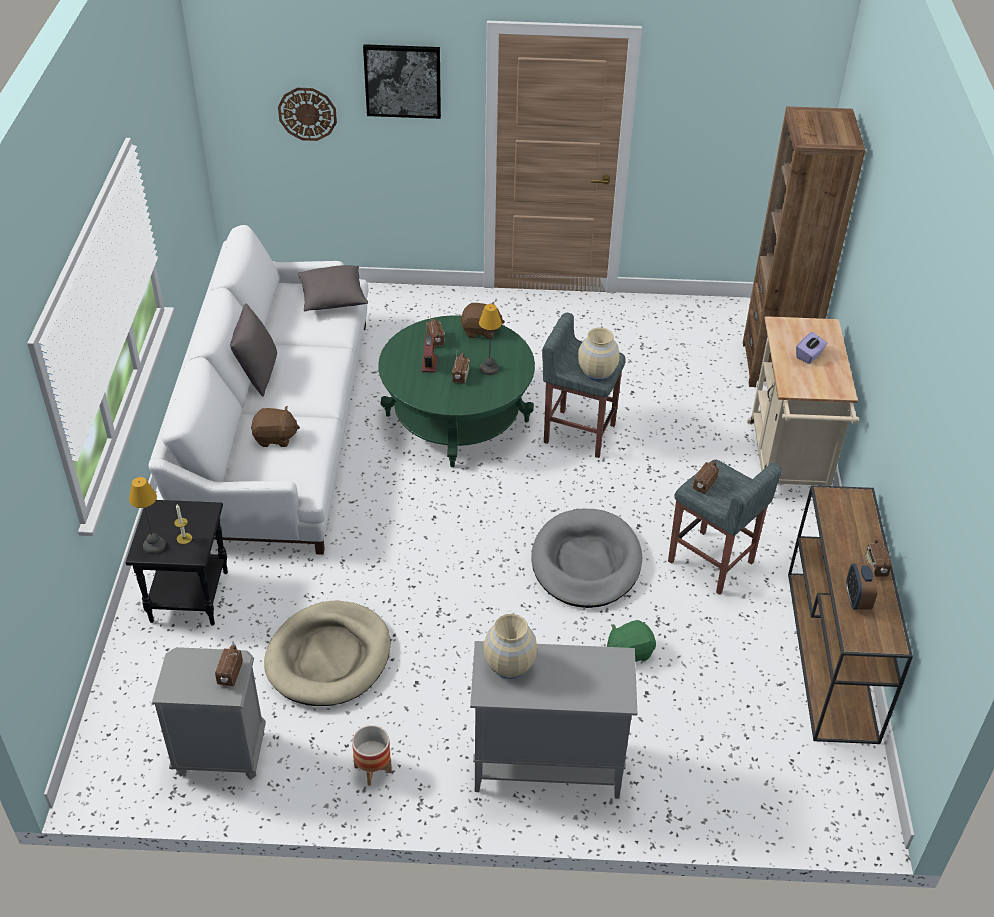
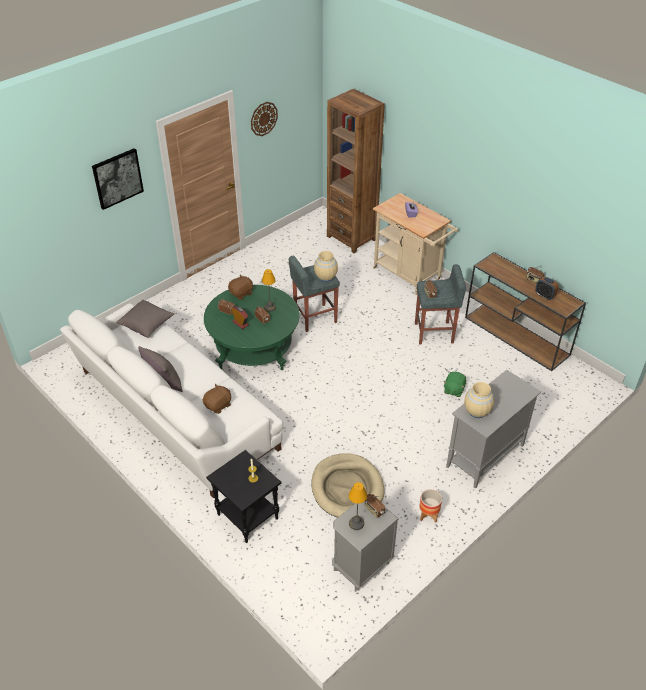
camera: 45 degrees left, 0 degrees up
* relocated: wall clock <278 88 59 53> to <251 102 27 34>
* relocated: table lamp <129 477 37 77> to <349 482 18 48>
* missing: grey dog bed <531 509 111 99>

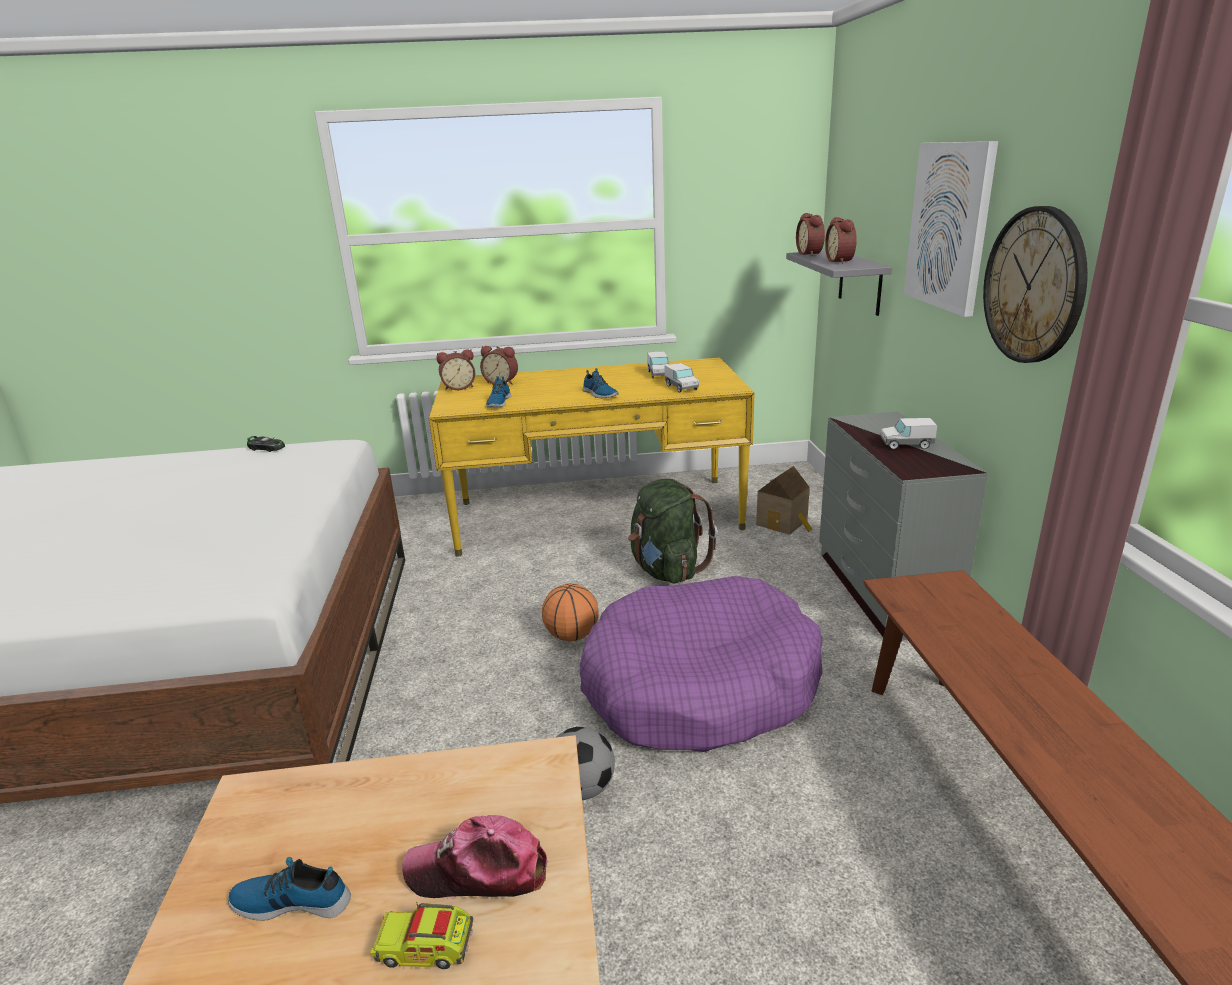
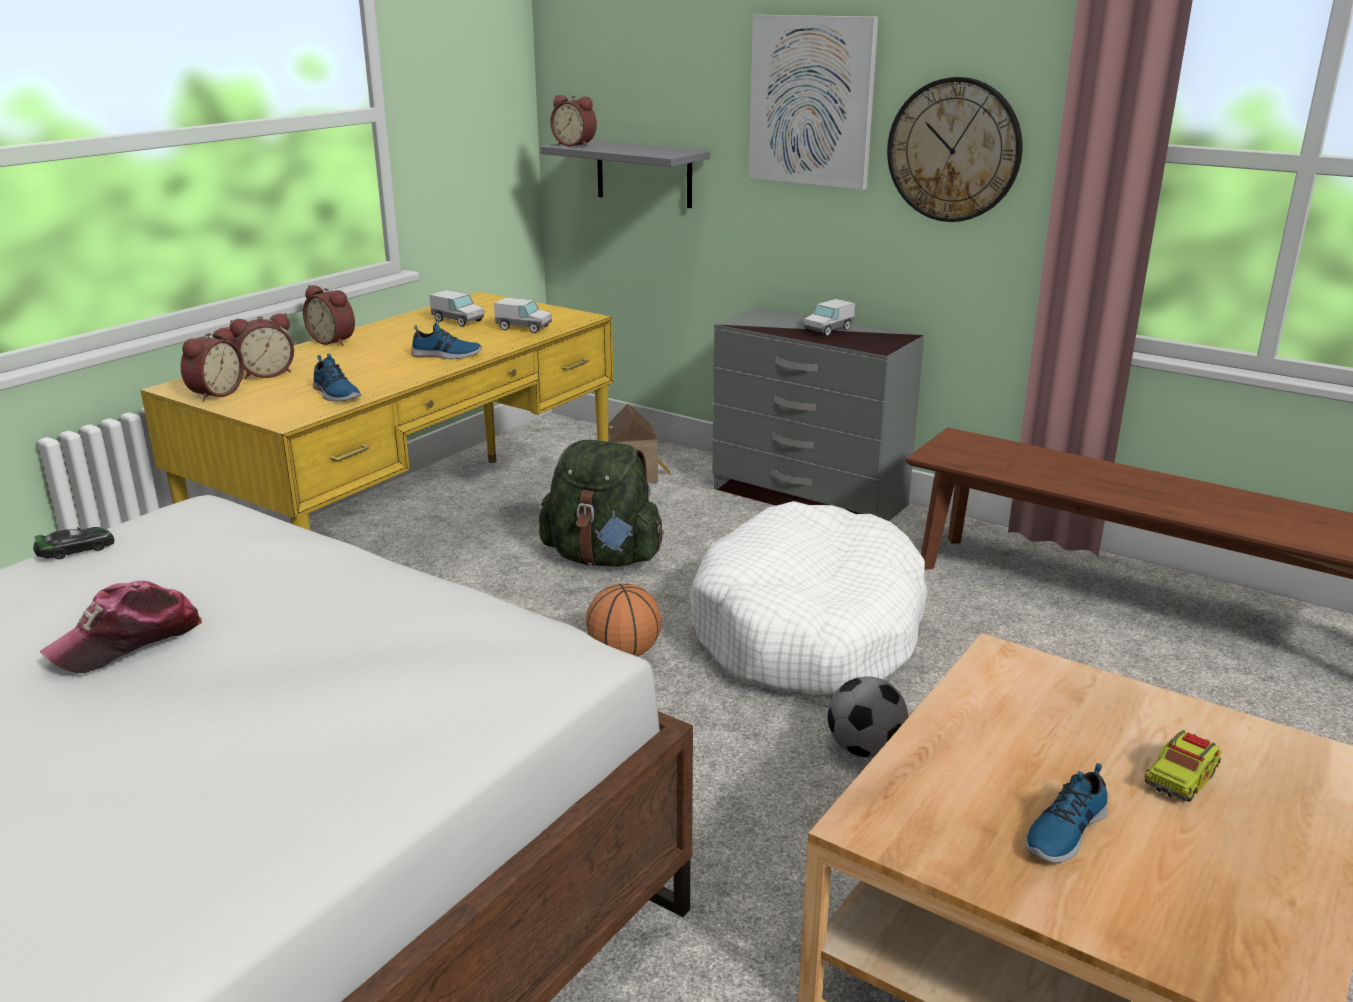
camera: 50 degrees left, 0 degrees up
* relocated: alarm clock <825 217 32 47> to <303 285 52 61>
* colour: purple dog bed <580 576 243 176> to white dog bed <690 501 237 194>
* relocated: cap <402 815 145 83> to <40 581 162 92>

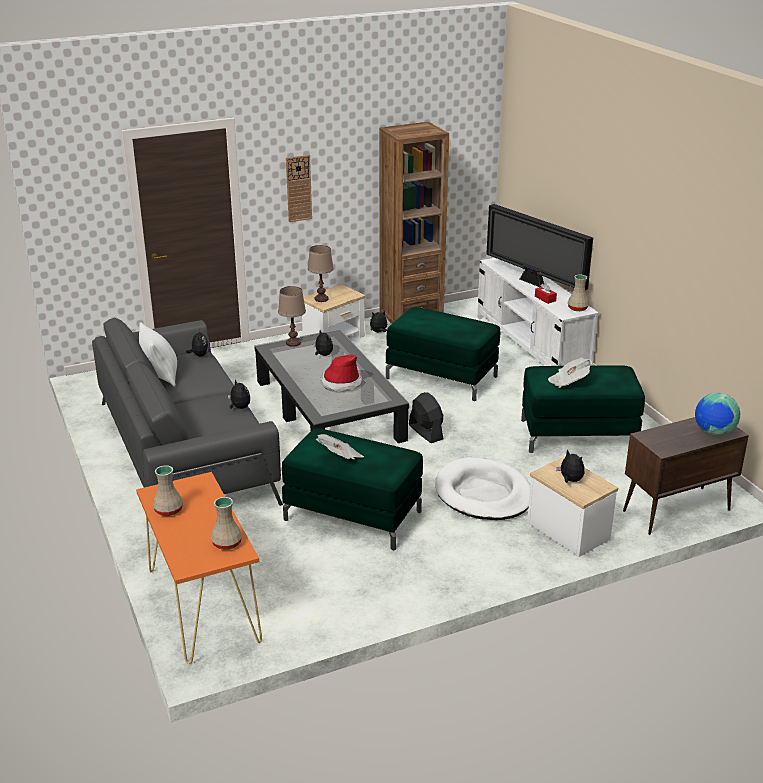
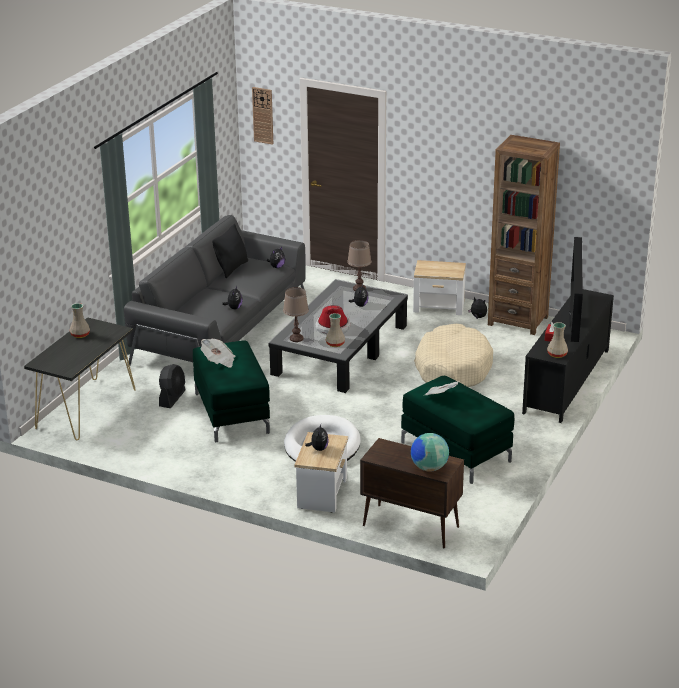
camera: 50 degrees right, 0 degrees up
* relocated: wall clock <286 155 26 67> to <252 87 21 58>
* relocated: brown table lamp <308 245 26 57> to <283 287 26 55>
* colour: white tv stand <477 258 122 108> to black tv stand <522 289 92 134>
* exchanged: green ottoman <386 307 114 94> to beige dog bed <414 324 79 63>
* colour: white pillow <139 322 38 65> to black pillow <212 224 36 54>
* relocated: black fan <409 392 35 51> to <159 364 26 44>
* colour: orange console table <136 472 126 192> to black console table <24 318 112 122>
* relocated: beige vase <211 497 31 53> to <326 313 19 34>

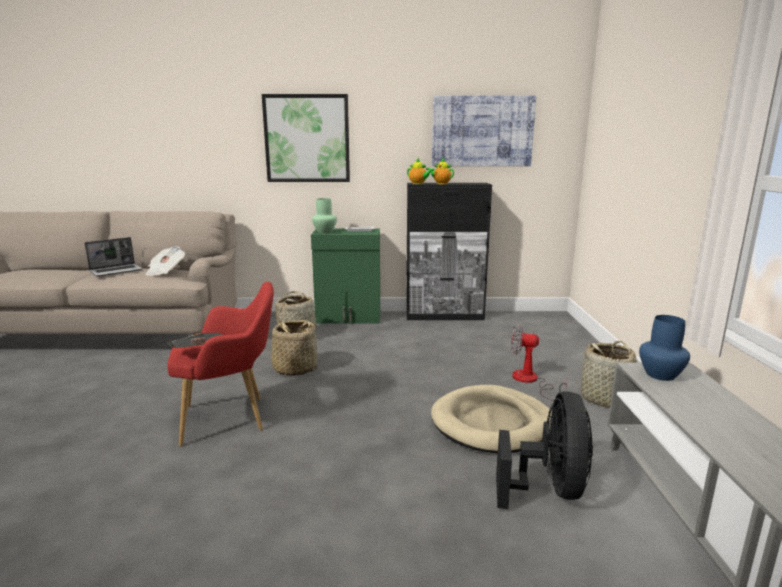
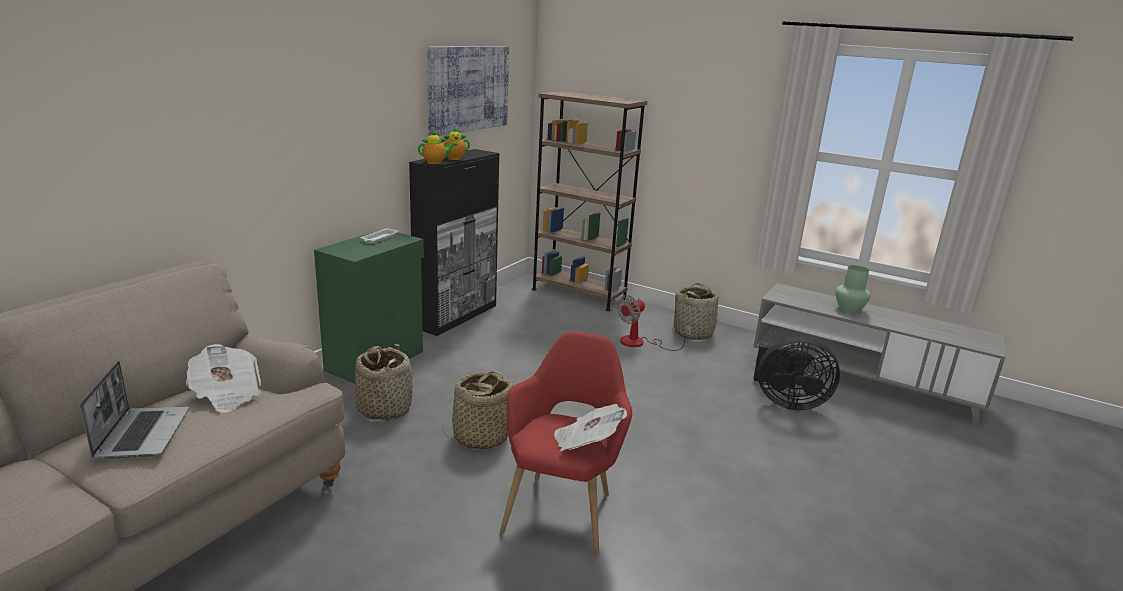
camera: 60 degrees left, 5 degrees up
* missing: picture <262 94 88 88>
* relocated: green vase <312 198 25 35> to <836 265 35 48>
* missing: blue vase <639 315 51 66>
* missing: beige dog bed <431 385 121 68>
* spun: black fan <496 391 97 118> = <754 337 86 73> 150 degrees clockwise
* appeared: brown bookcase <532 91 116 220>

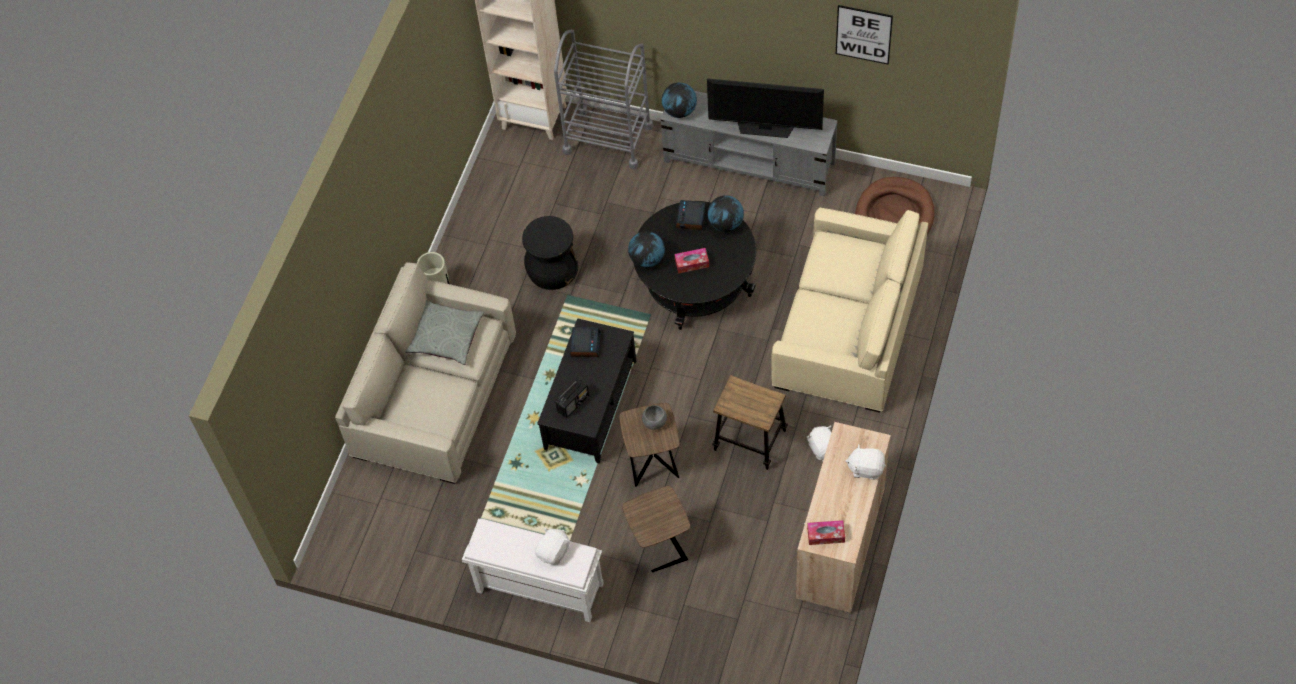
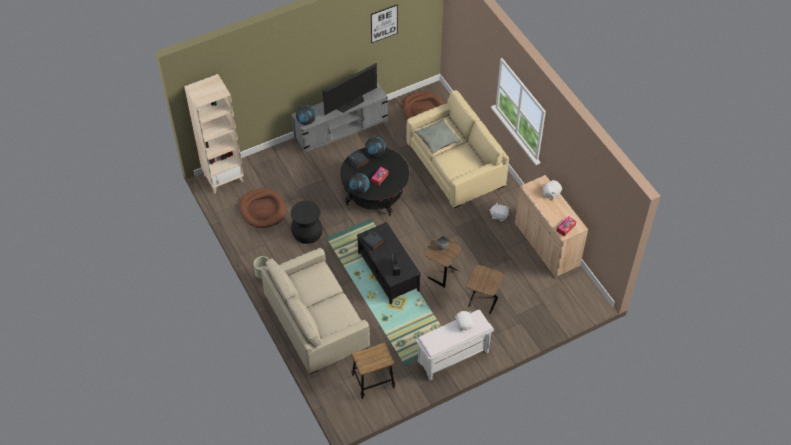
camera: 50 degrees left, 5 degrees down
* missing: grey cart <554 29 99 140>
* relocated: grey pillow <405 300 79 65> to <415 119 46 35>
* relocated: stool <712 375 76 95> to <351 342 45 57>
* appeared: brown dog bed <240 188 47 40>

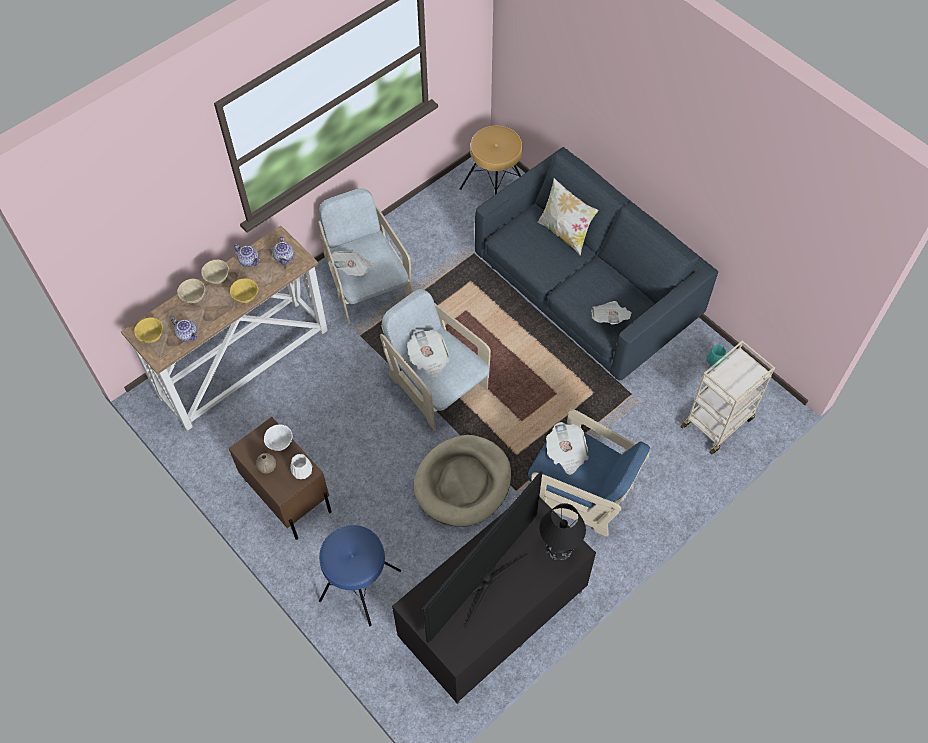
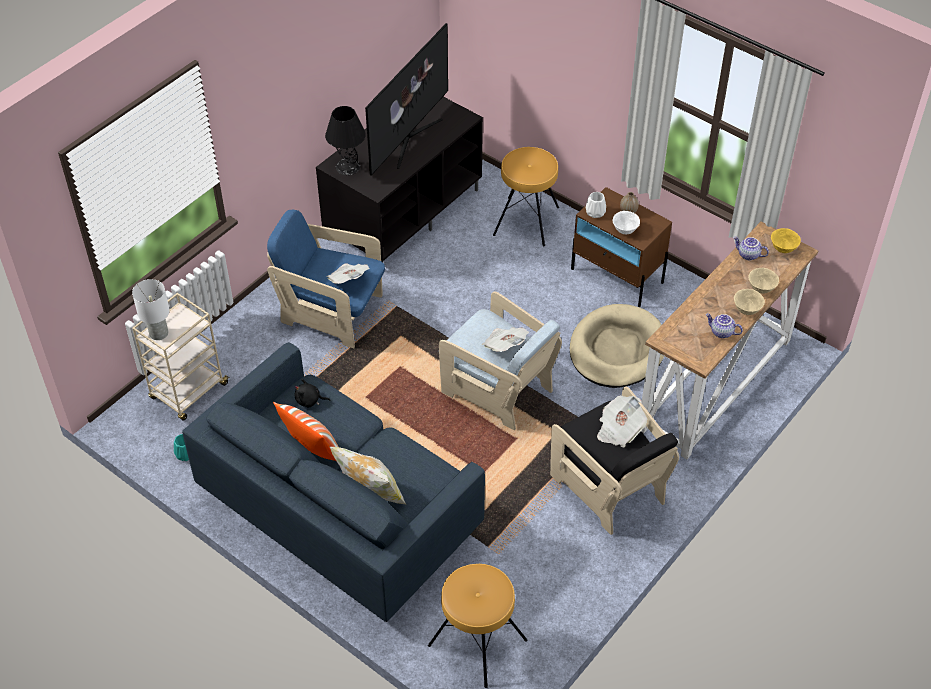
camera: 170 degrees right, 10 degrees down
* colour: beige armchair <318 188 94 136> to black armchair <550 387 129 148>
* missing: teapot <273 236 21 29>
* missing: yellow bowl <230 278 28 25>
* exchanged: newspaper <591 301 41 24> to black plush toy <294 379 37 28>
* relocated: beige dog bed <414 435 97 92> to <570 304 94 84>
* colour: blue stool <319 525 82 101> to brown stool <493 147 66 100>
* appeared: white table lamp <132 279 38 61>
* appeared: pillow <273 402 66 59>

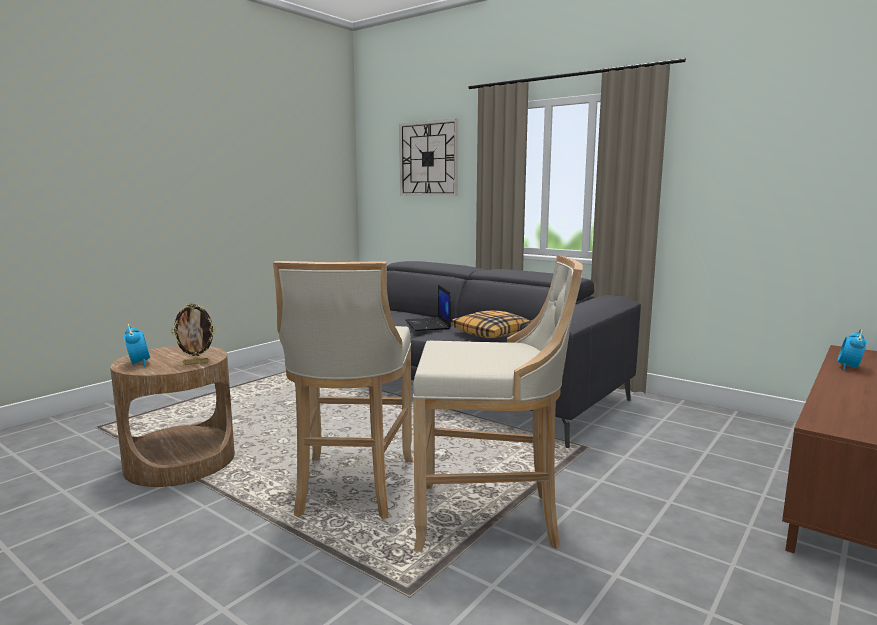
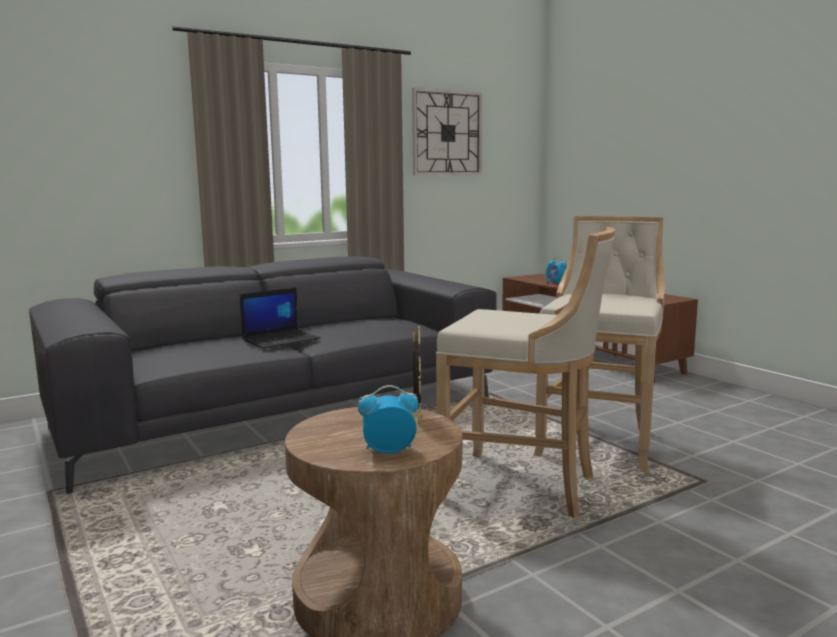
camera: 70 degrees left, 0 degrees up
* relocated: wall clock <399 119 59 77> to <412 88 70 88>
* spun: laptop <406 285 45 46> = <240 287 80 62> 45 degrees counterclockwise
* missing: pillow <451 311 79 27>

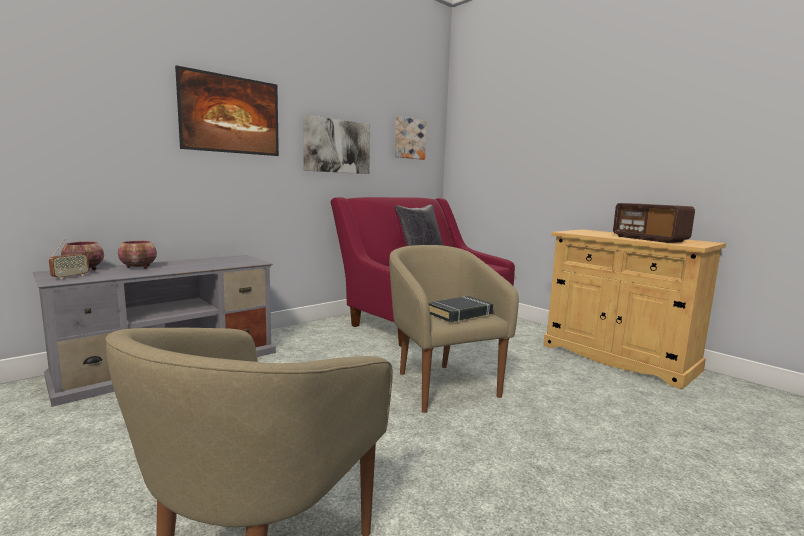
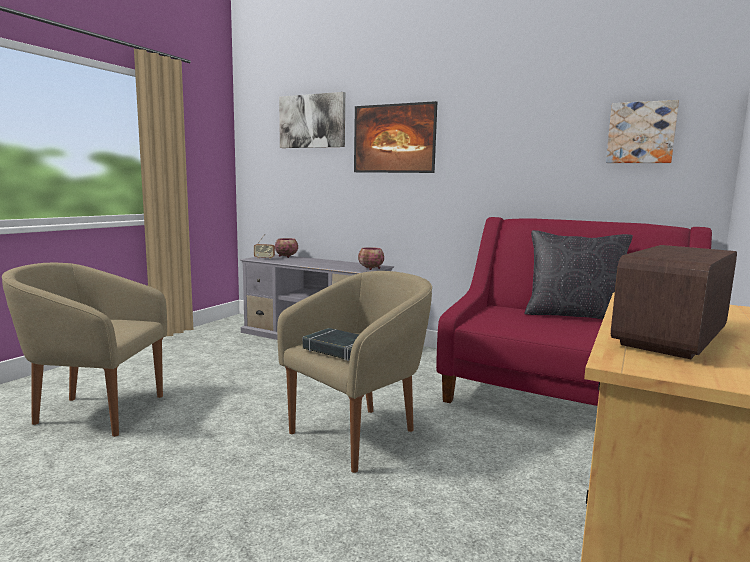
camera: 70 degrees right, 0 degrees up
* relocated: picture <303 115 67 59> to <279 92 66 56>
* relocated: bowl <118 241 39 28> to <358 247 26 23>

